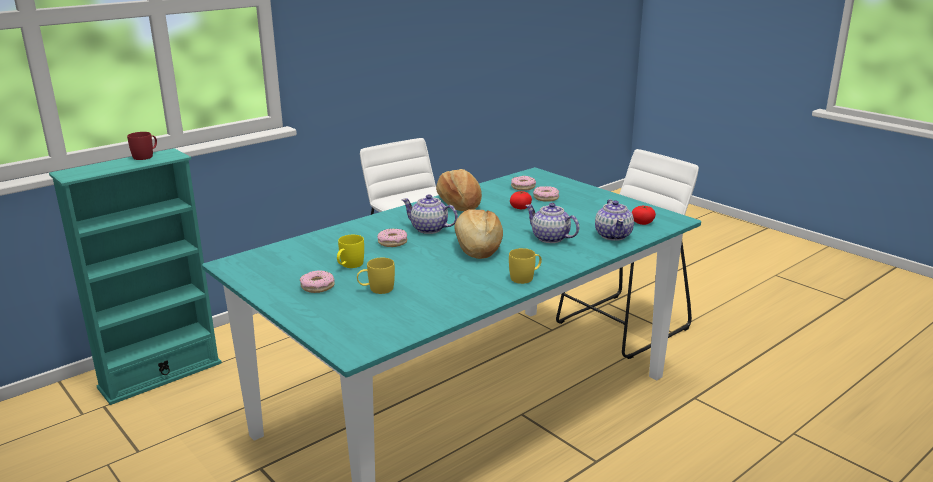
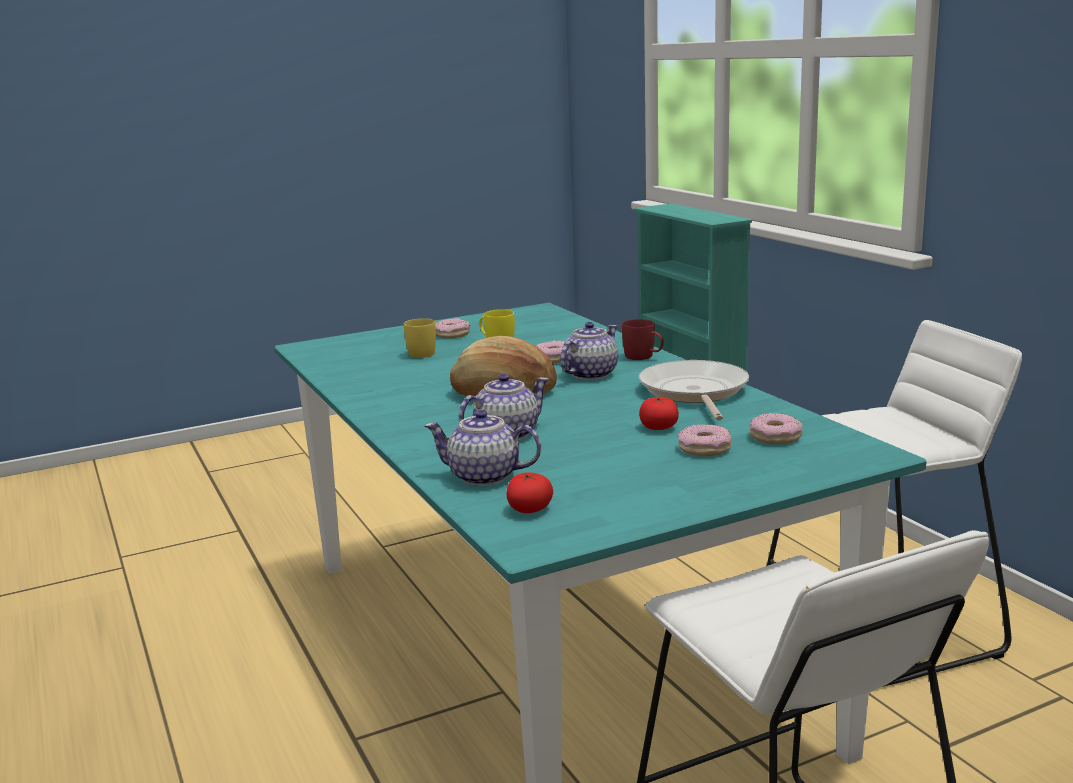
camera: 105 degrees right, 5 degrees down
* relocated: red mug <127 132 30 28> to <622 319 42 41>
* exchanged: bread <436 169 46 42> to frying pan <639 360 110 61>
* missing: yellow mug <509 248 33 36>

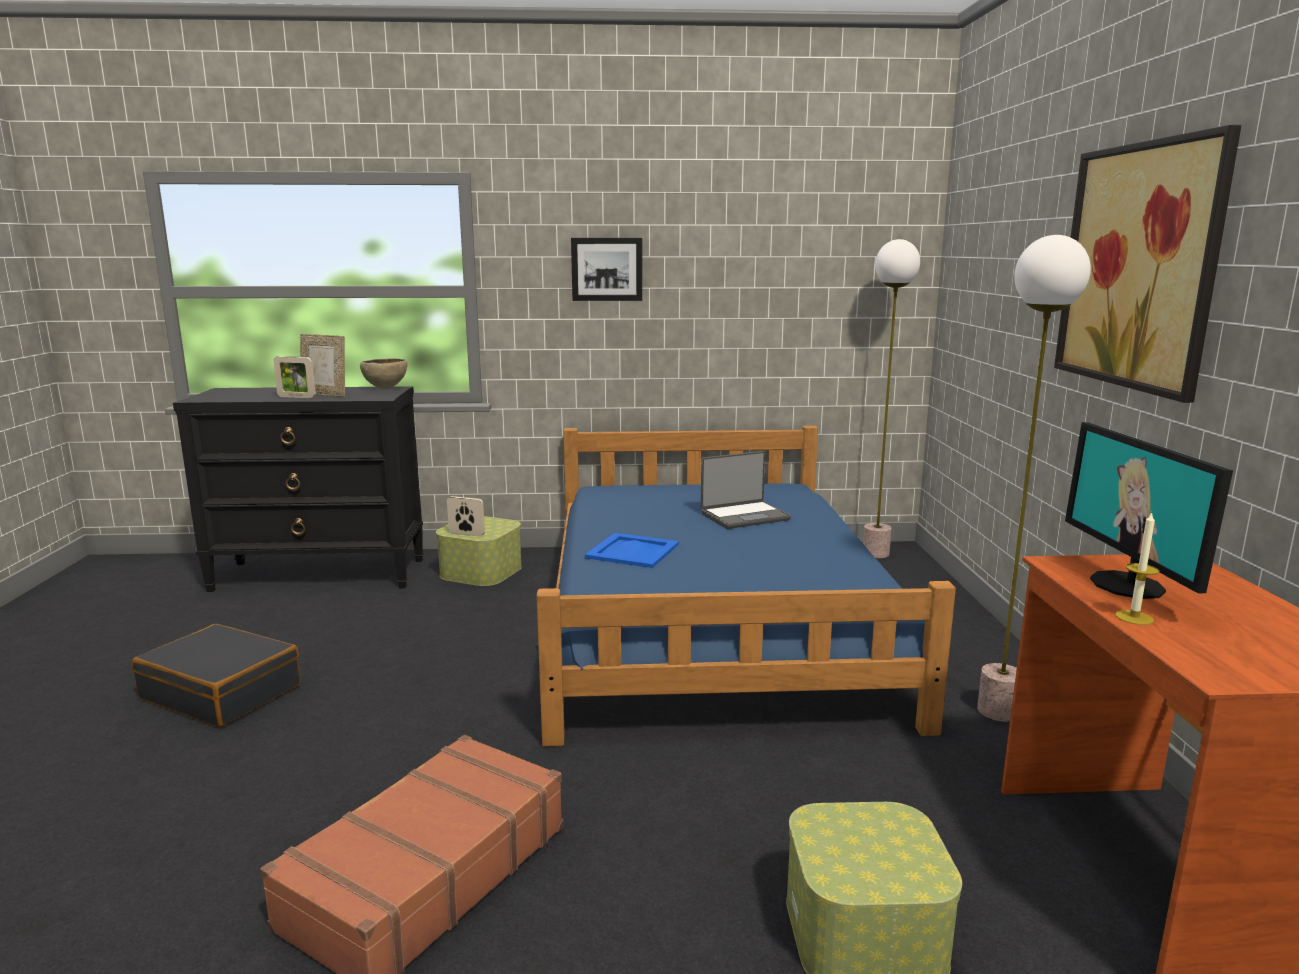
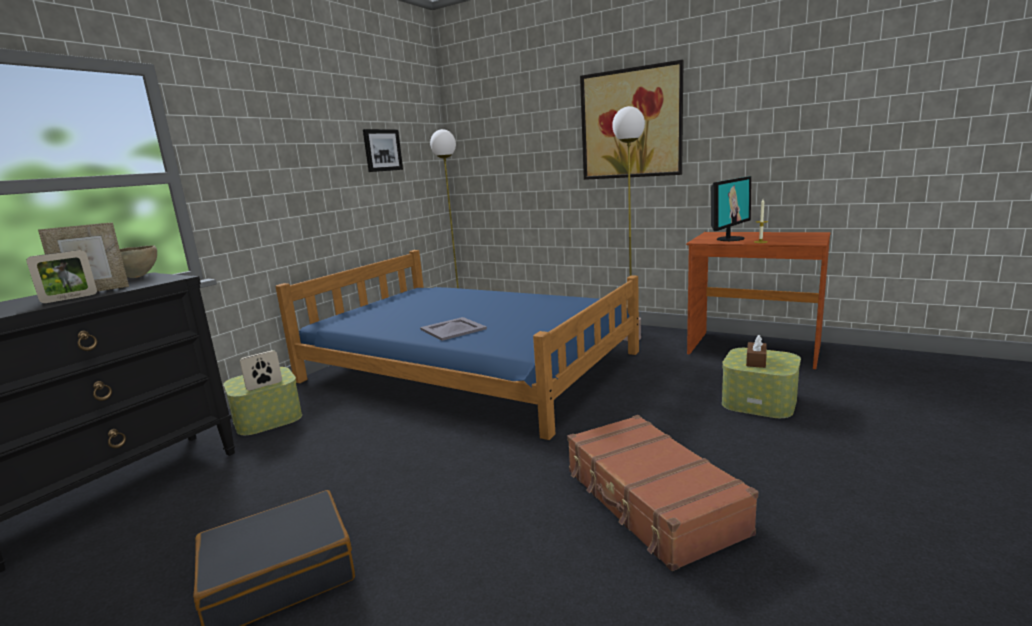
camera: 55 degrees left, 0 degrees up
* relocated: picture <571 238 71 63> to <363 129 40 43>
* spun: monitor <1065 422 168 177> = <711 176 40 65> 75 degrees counterclockwise
* missing: laptop <701 451 90 78>
* colour: blue tray <585 533 94 35> to grey tray <420 317 67 24>
* appeared: brown tissue box <746 335 21 33>

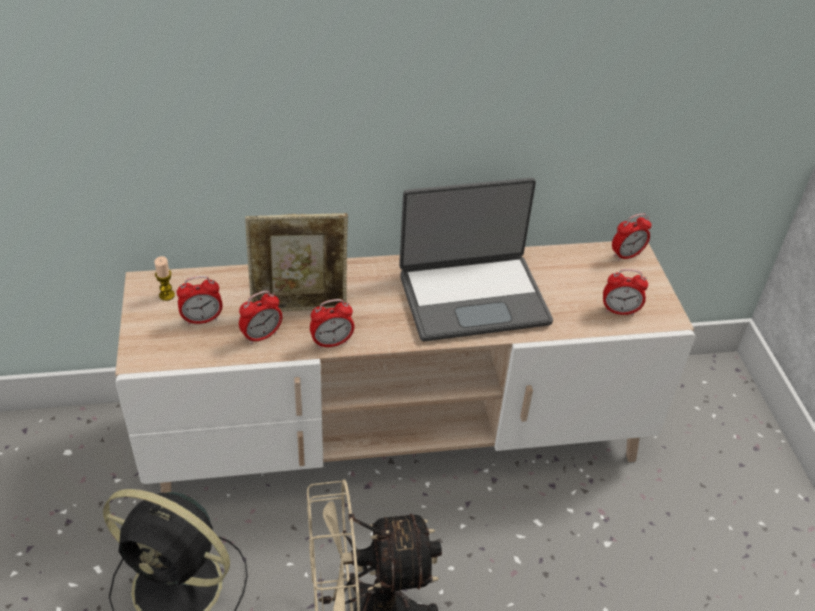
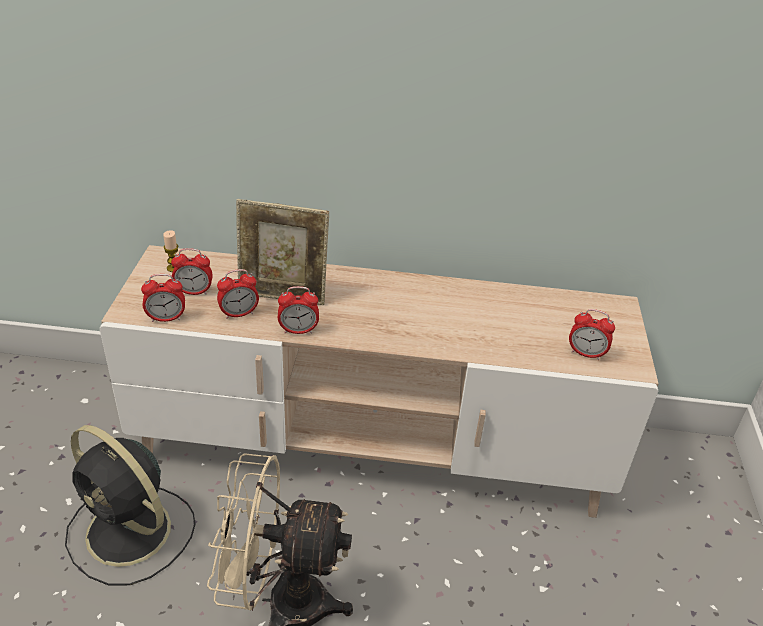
camera: 15 degrees right, 5 degrees down
* missing: laptop <399 178 154 164>
* relocated: alarm clock <612 213 40 48> to <141 274 44 48>

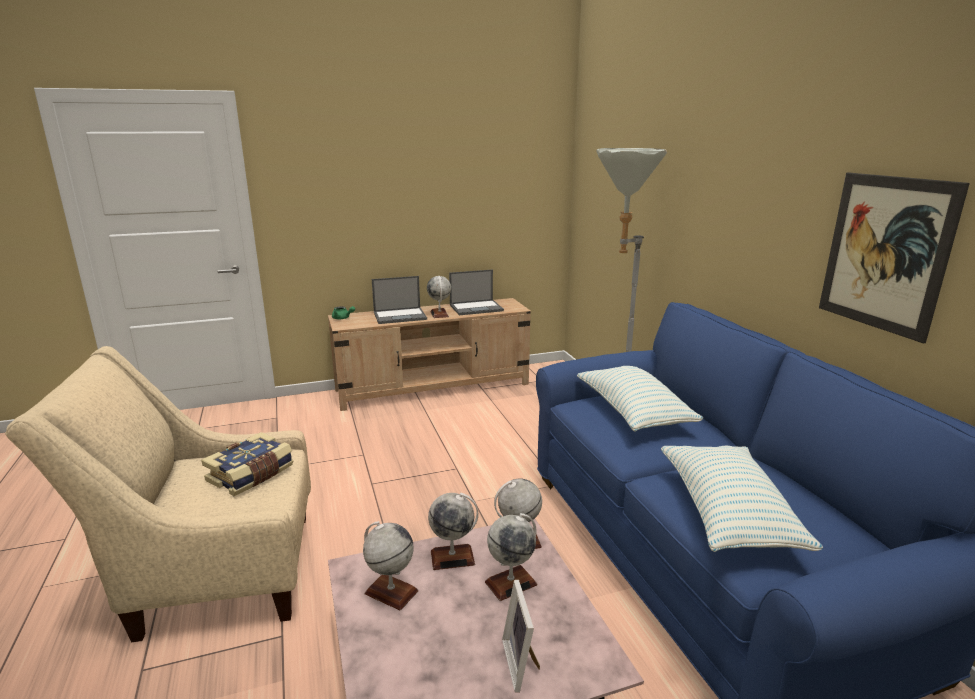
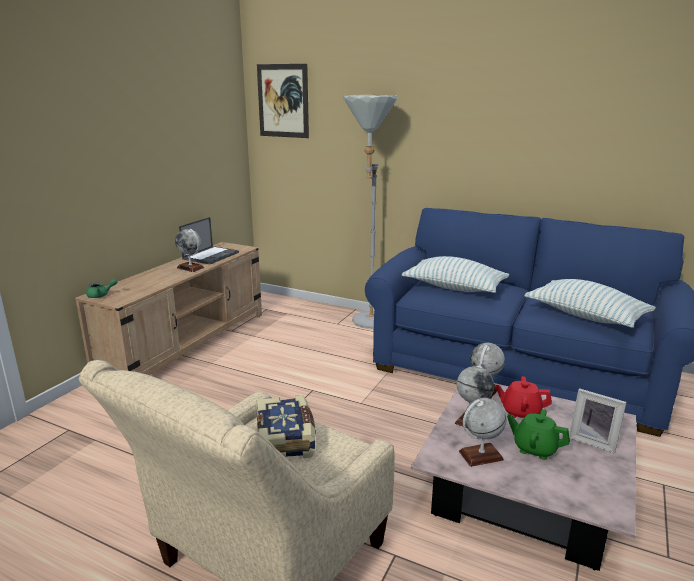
camera: 45 degrees left, 0 degrees up
* relocated: picture <819 172 151 172> to <257 64 52 74>
* missing: laptop <372 276 55 48>
* exchanged: globe <485 513 52 88> to red teapot <495 376 57 42>
* appeared: green teapot <507 409 63 51>

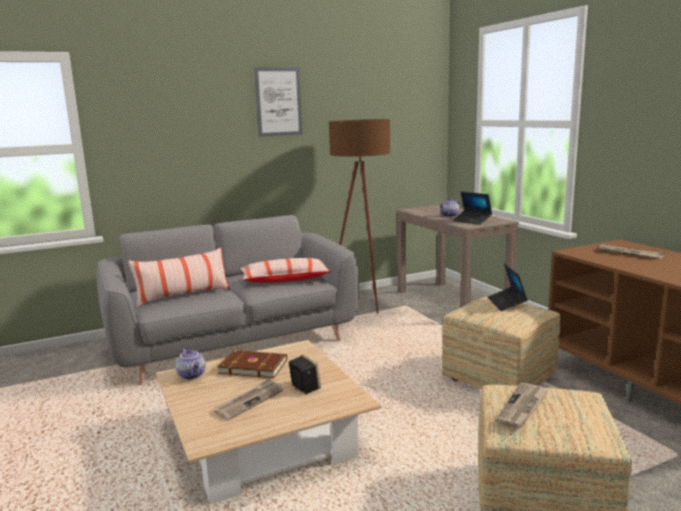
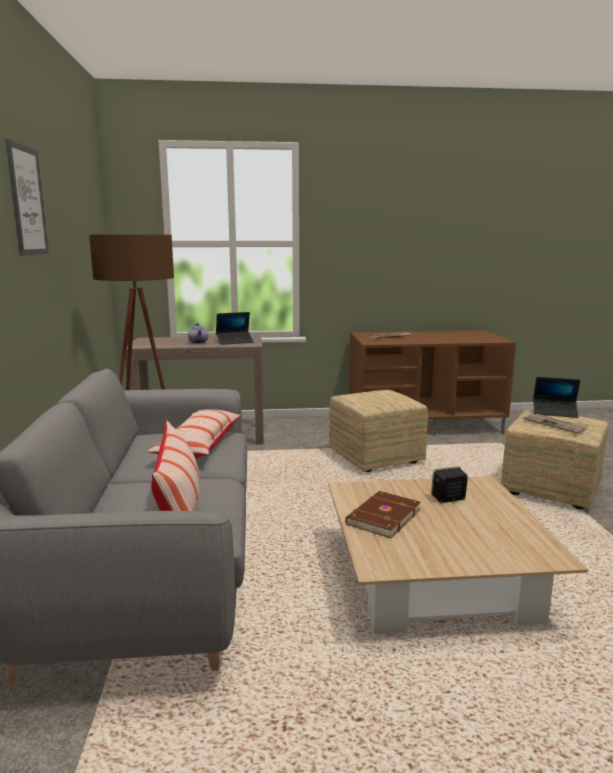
camera: 70 degrees left, 0 degrees up
* relocated: laptop <488 264 40 47> to <533 377 47 41>
* missing: teapot <176 348 29 32>
* missing: newspaper <214 379 69 41>

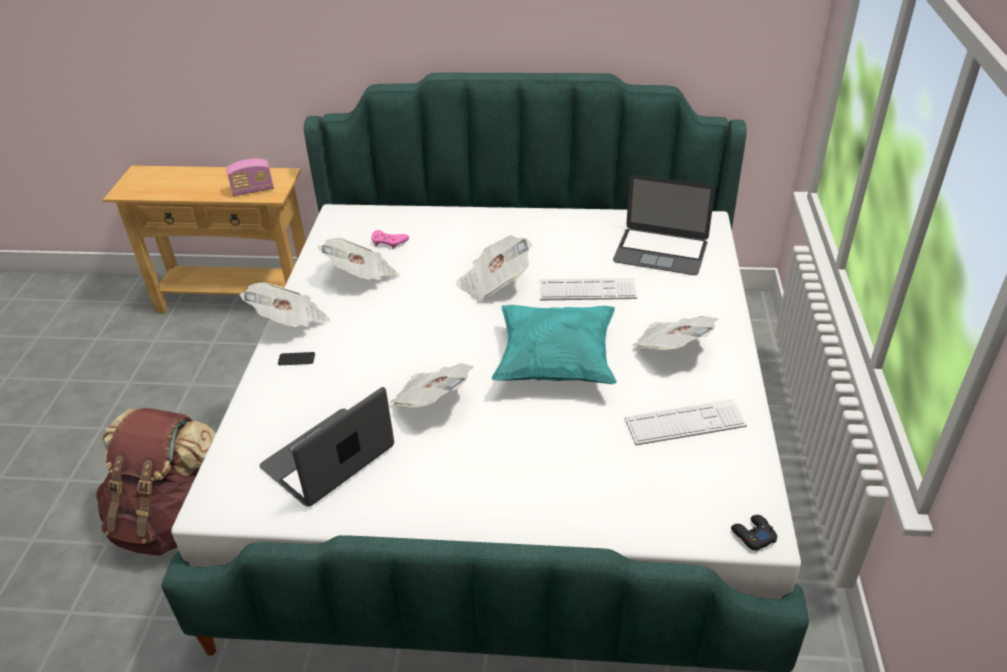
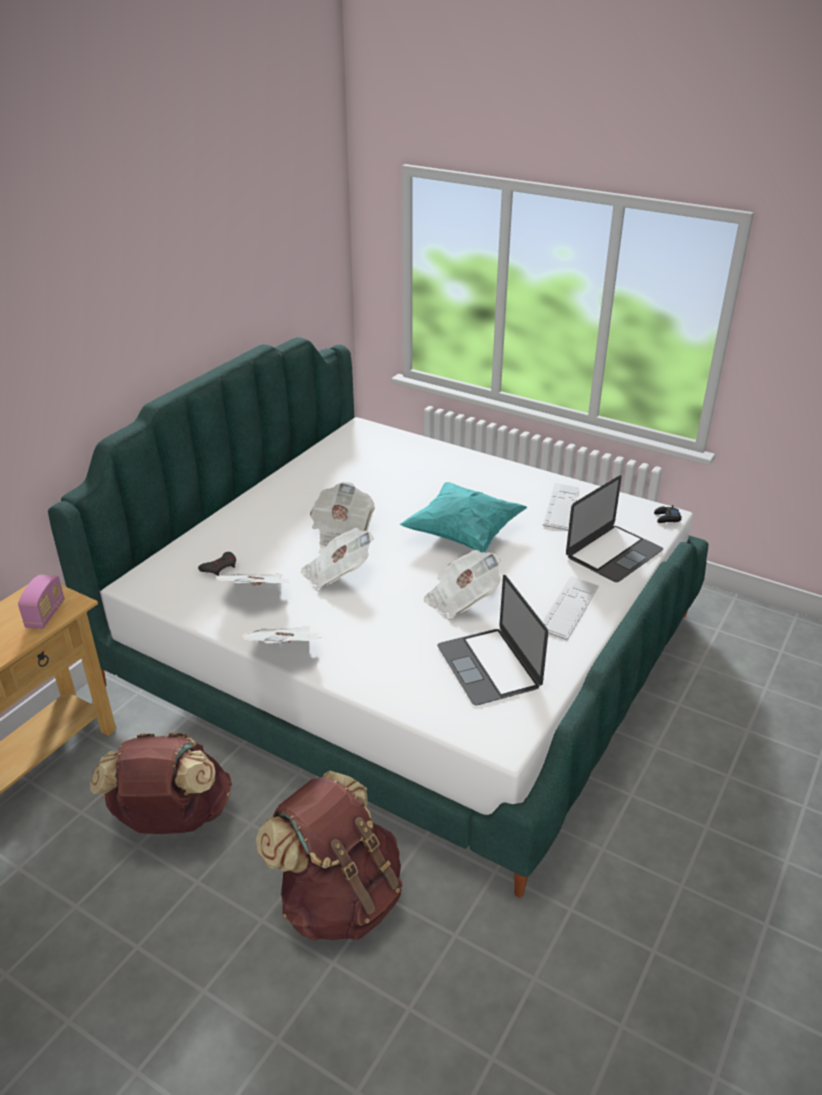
camera: 65 degrees left, 5 degrees down
* relocated: laptop <613 175 102 100> to <566 475 97 107>
* colour: pink game controller <372 230 37 19> to grey game controller <198 552 38 24>
* relocated: keyboard <540 278 97 22> to <542 576 57 64>
* relocated: newspaper <632 316 86 34> to <301 528 73 61>
* missing: phone <278 352 37 13>
* appeared: brown backpack <90 732 142 102>

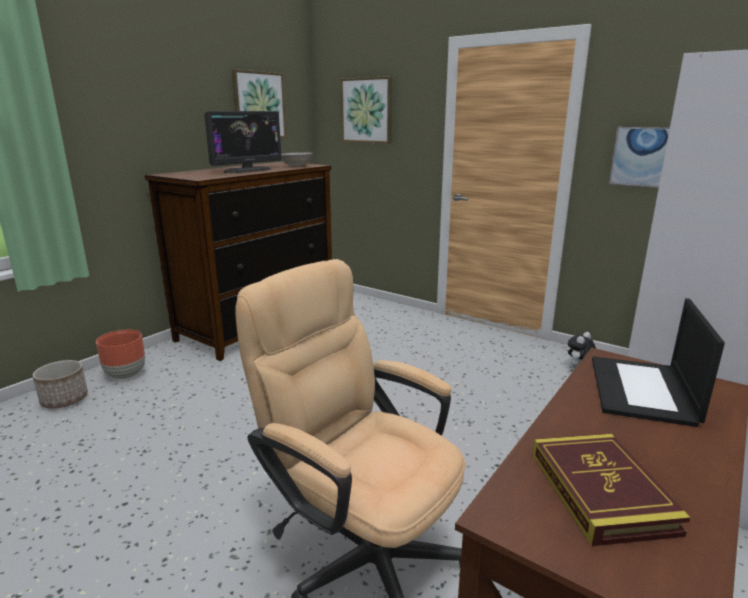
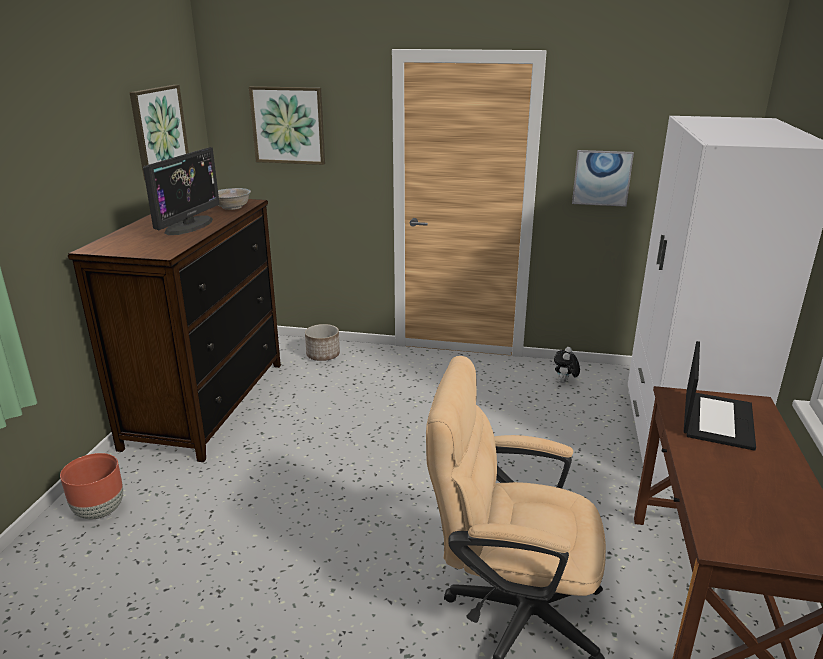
camera: 25 degrees left, 5 degrees up
* spun: laptop <592 298 133 129> = <684 341 72 110> 150 degrees counterclockwise
* relocated: planter <32 360 56 49> to <305 324 35 37>
* missing: book <533 434 158 112>

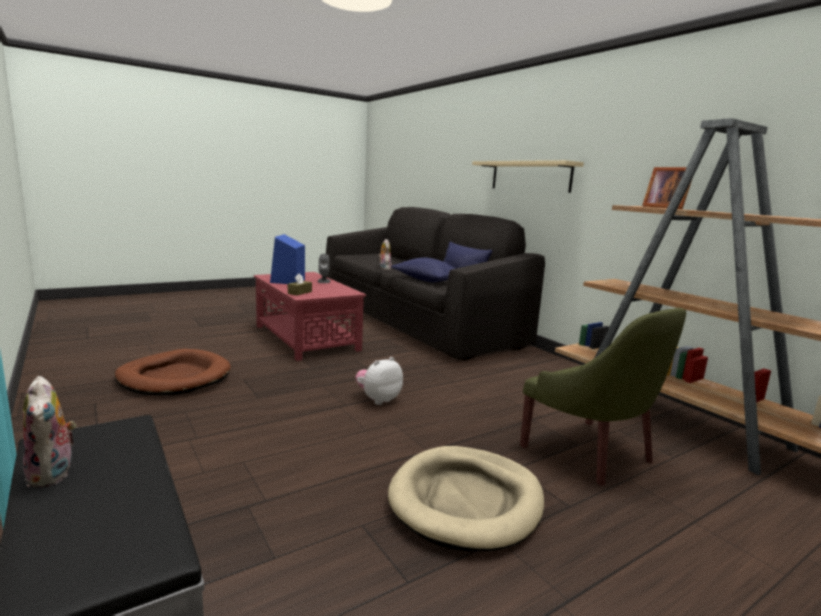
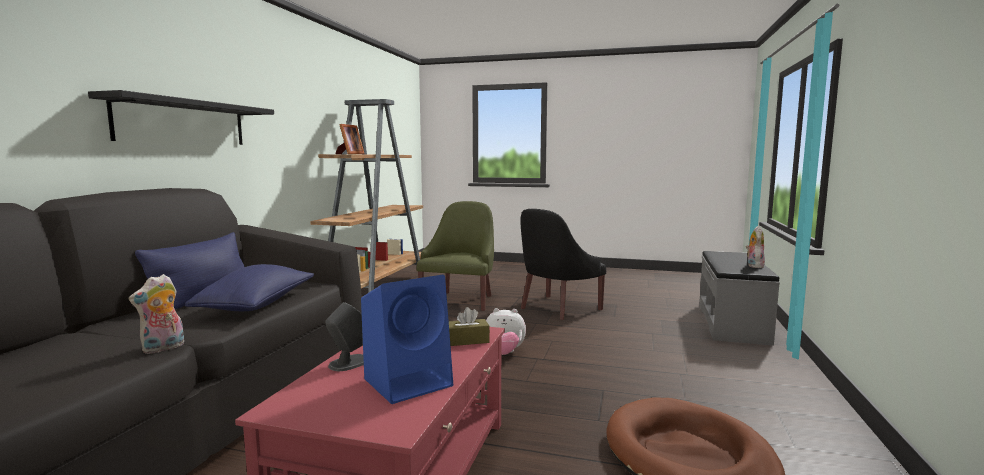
camera: 130 degrees left, 5 degrees down
* colour: beige shelf <472 160 112 33> to black shelf <88 90 186 55>
* exchanged: beige dog bed <388 446 156 105> to black armchair <520 209 86 111>

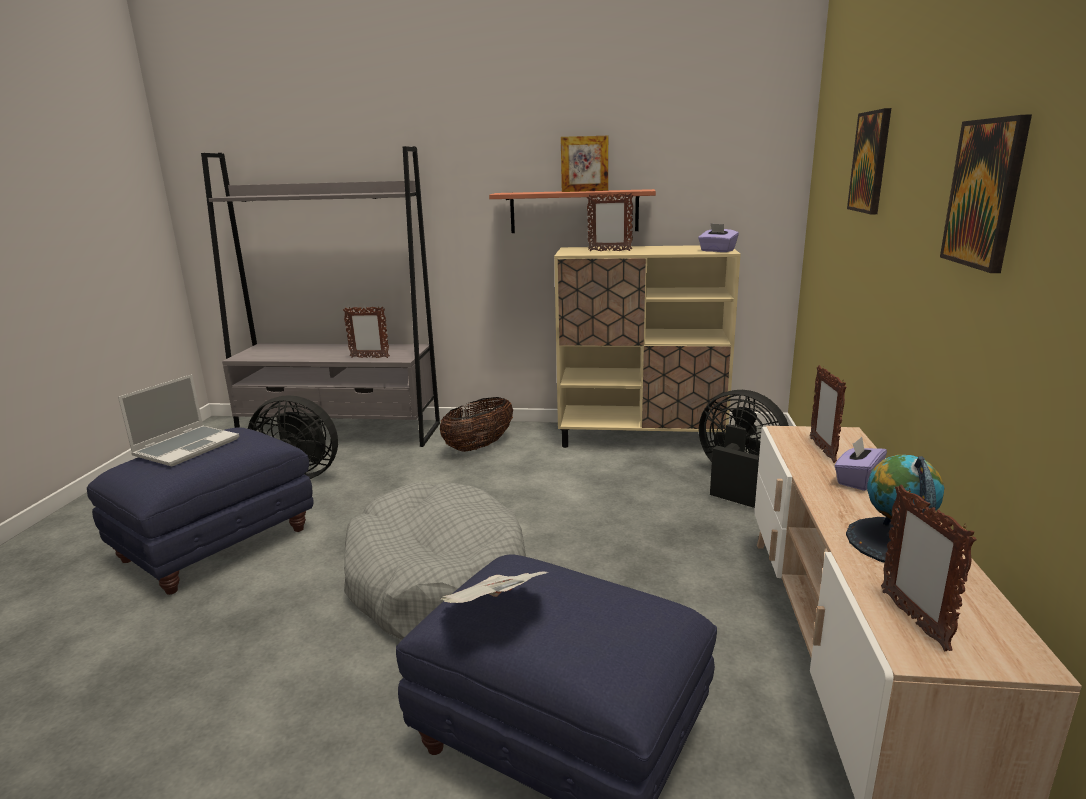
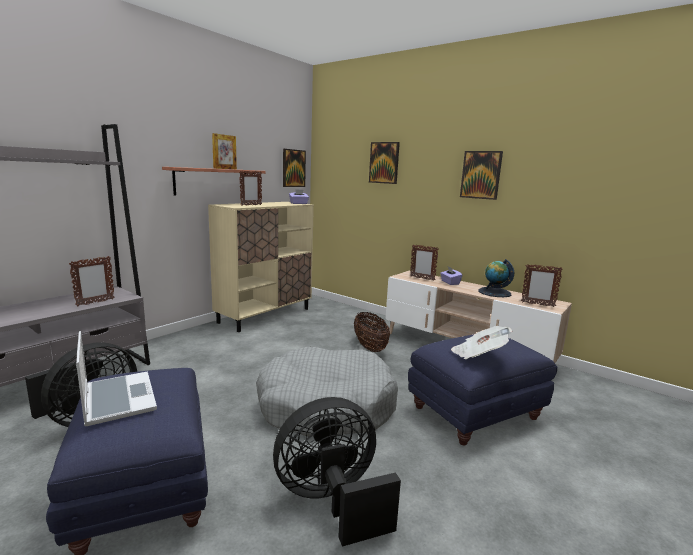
camera: 60 degrees left, 5 degrees down
* relocated: black fan <699 390 90 118> to <273 397 128 150>
* relocated: basket <440 397 73 55> to <354 312 36 40>
* appeared: picture <283 149 23 38>

